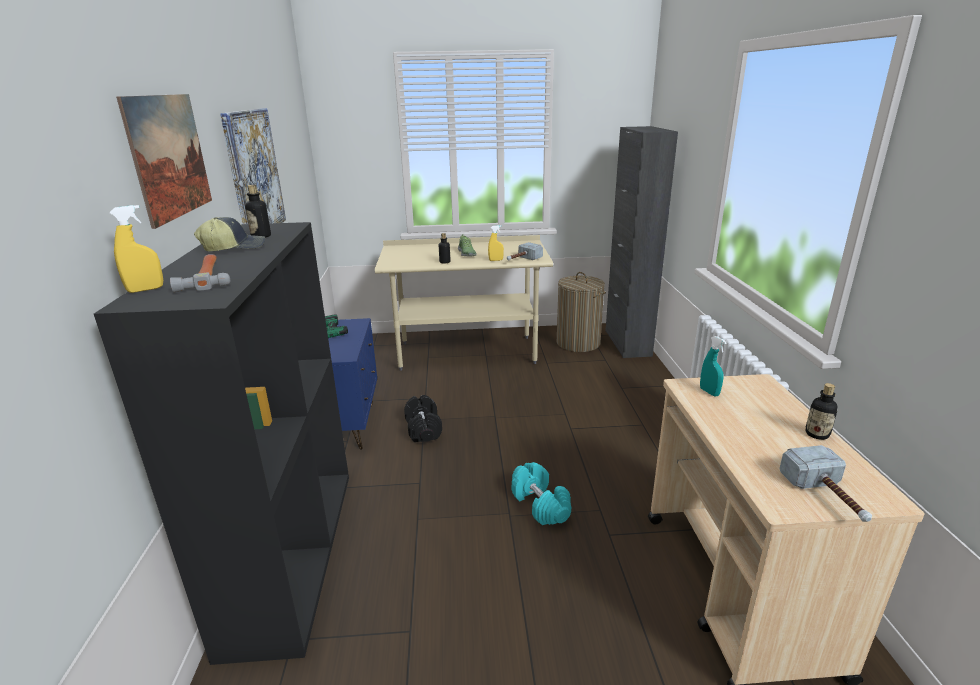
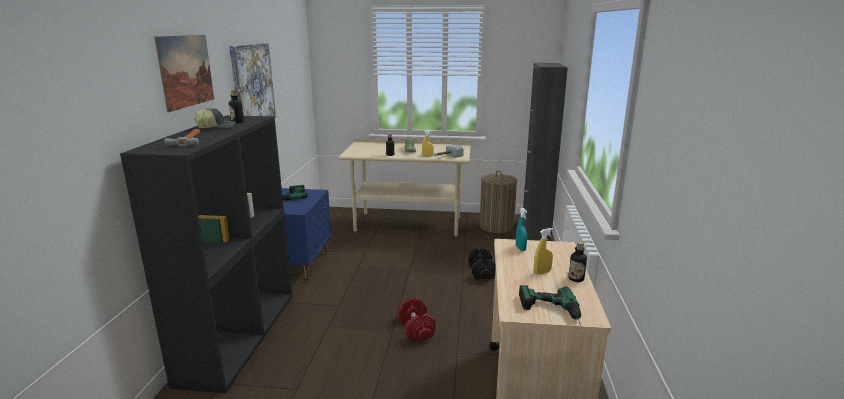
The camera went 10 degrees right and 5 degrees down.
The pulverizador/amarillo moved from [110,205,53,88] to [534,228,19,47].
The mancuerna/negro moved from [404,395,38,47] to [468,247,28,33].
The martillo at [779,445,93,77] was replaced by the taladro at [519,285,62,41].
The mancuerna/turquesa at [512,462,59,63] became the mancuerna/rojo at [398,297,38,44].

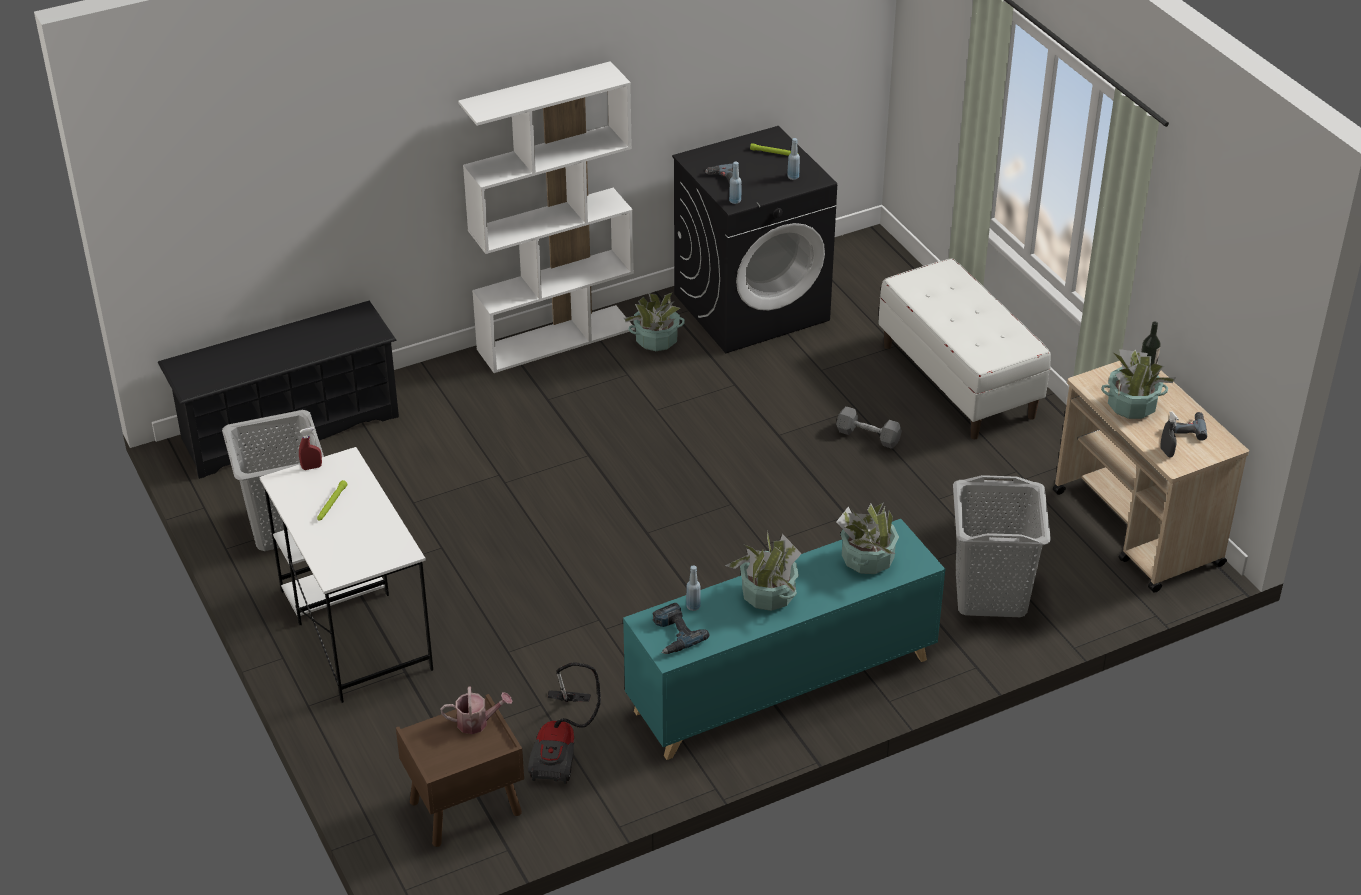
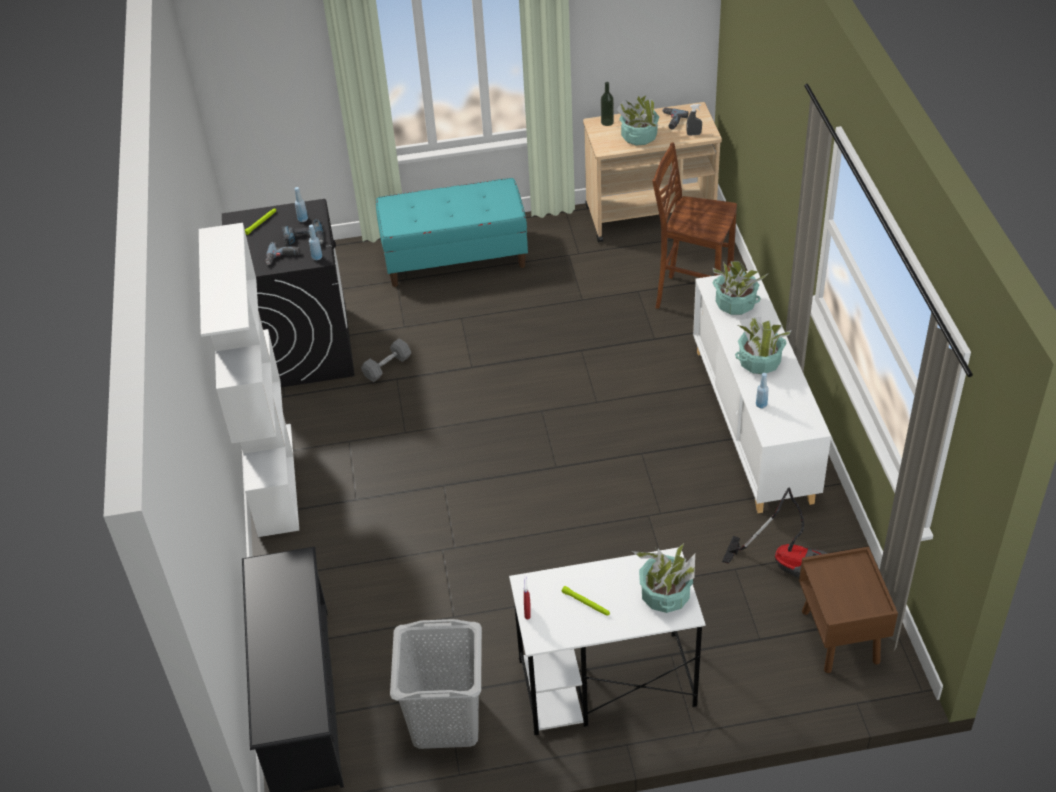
The camera went 70 degrees left and 5 degrees up.
The regadera at [441,686,72,48] disappeared.
The planta en maceta moved from [624,292,61,59] to [632,543,63,70].
The taladro moved from [652,603,58,51] to [282,219,42,27].
The mancuerna/gris moved from [836,406,66,43] to [361,339,50,43].
The cesto de la ropa/gris at [953,475,98,142] was replaced by the taburete/marrón at [652,143,85,166].
The armario/turquesa at [623,519,322,241] became the armario/blanco at [693,269,138,244].
The banco/blanco at [878,258,173,181] became the banco/turquesa at [376,178,152,109].

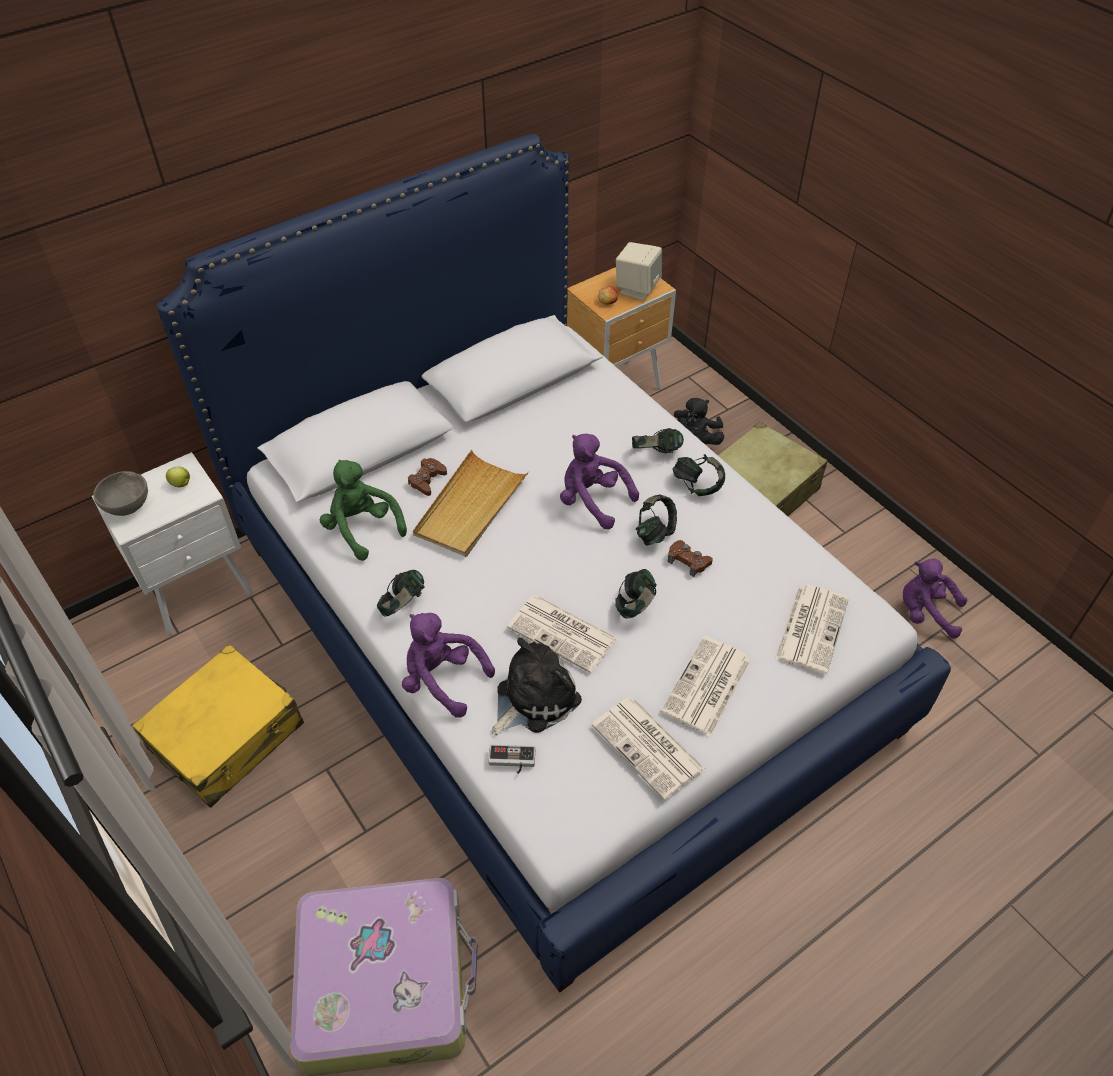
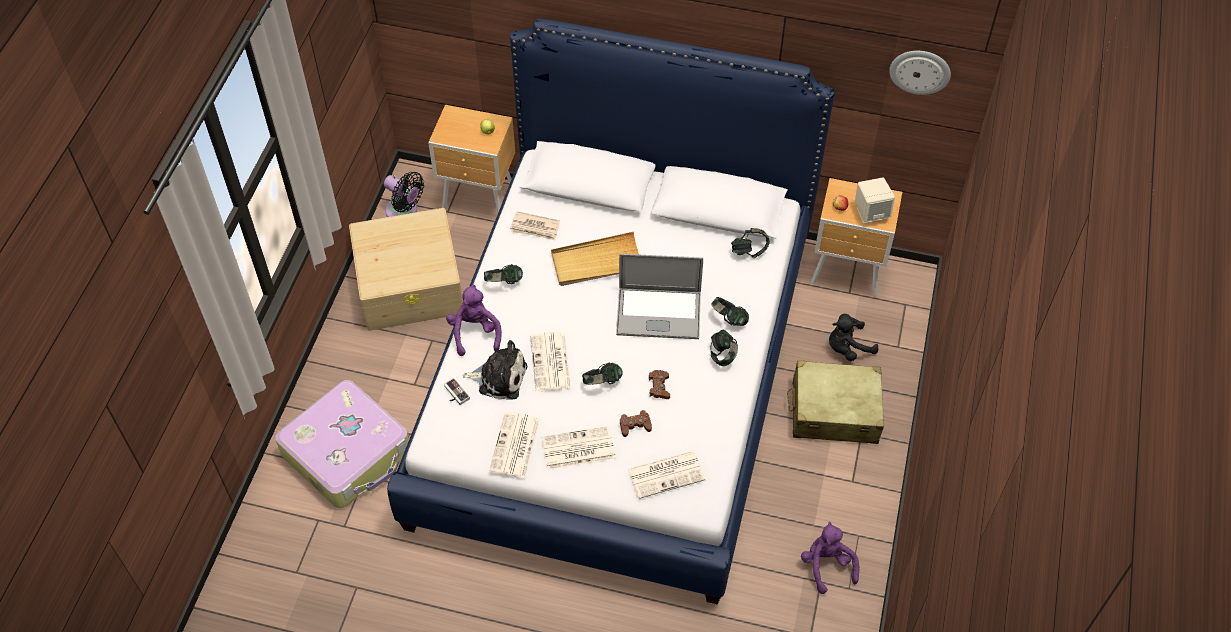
The camera went 50 degrees right and 5 degrees up.
The cuenco/gris at [93,471,55,45] disappeared.
The ventilador/negro at [384,172,40,45] appeared.
The reloj de pared at [889,51,62,44] appeared.
The mando de consola/marrón moved from [408,458,39,38] to [620,410,32,27].
The auriculares moved from [636,494,41,52] to [731,228,39,30].
The maleta/amarillo at [132,644,172,163] was replaced by the caja de almacenaje/beis at [349,208,114,123].
The peluche/verde at [320,460,87,101] was replaced by the periódico at [510,211,50,29].
The peluche/morado at [560,434,79,96] was replaced by the portátil at [616,254,87,85].
The mesita de noche/blanco at [92,452,161,183] became the mesita de noche/marrón at [428,105,87,108].

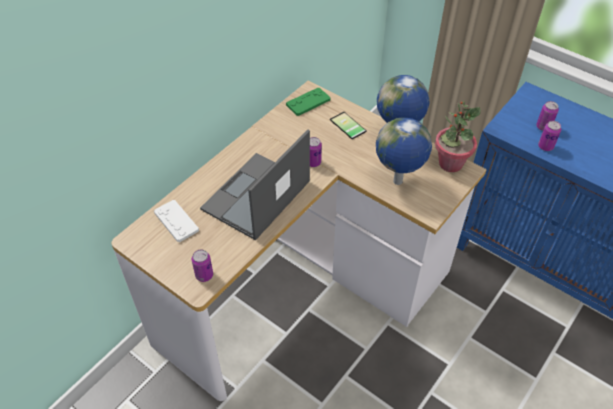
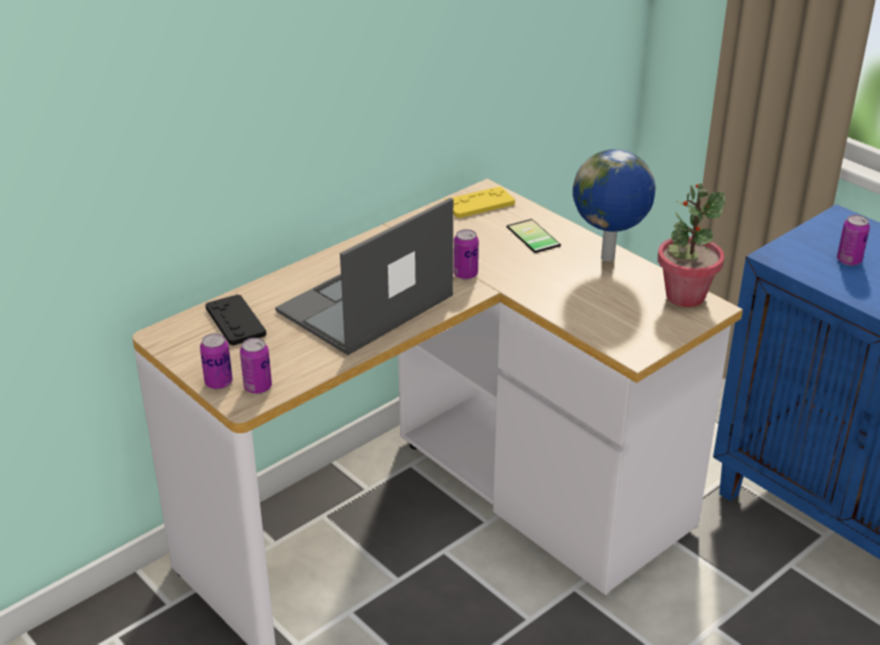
The camera went 10 degrees right and 15 degrees down.
The globo terráqueo at [376,117,56,68] disappeared.
The lata moved from [538,121,23,30] to [200,333,33,56].
The mando de consola/blanco at [154,200,45,43] became the mando de consola/negro at [205,294,61,52].
The mando de consola/verde at [286,88,44,28] became the mando de consola/amarillo at [444,187,71,31].

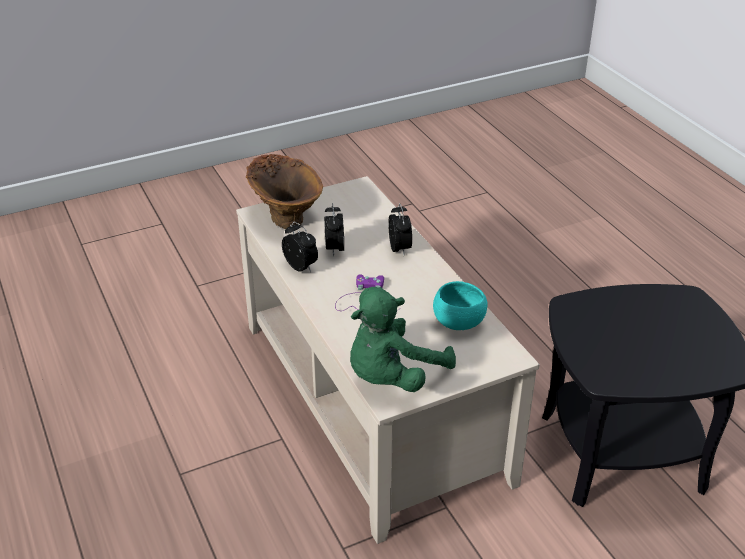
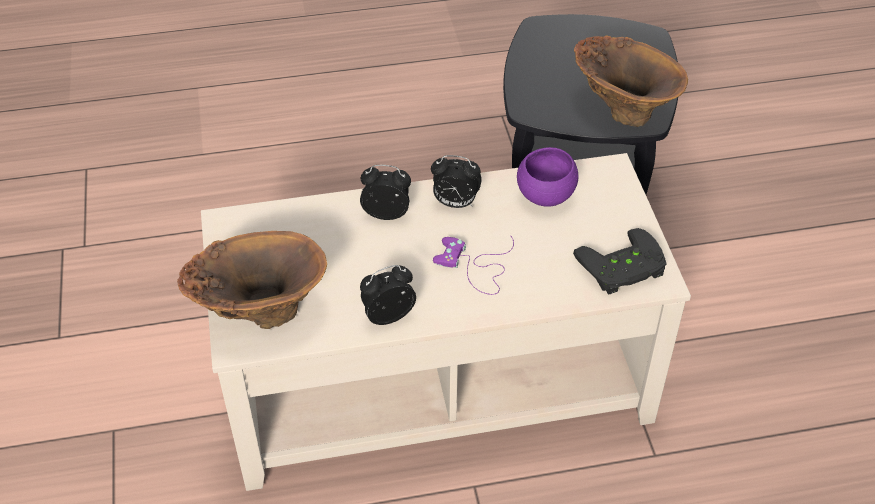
The camera went 75 degrees left and 10 degrees up.
The florero/marrón at [574,35,114,92] appeared.
The despertador moved from [324,203,20,54] to [431,155,51,53].
The peluche/verde at [350,287,106,105] was replaced by the mando de consola/negro at [573,228,94,67].
The cuenco/turquesa at [433,281,55,49] became the cuenco/morado at [517,147,61,60].

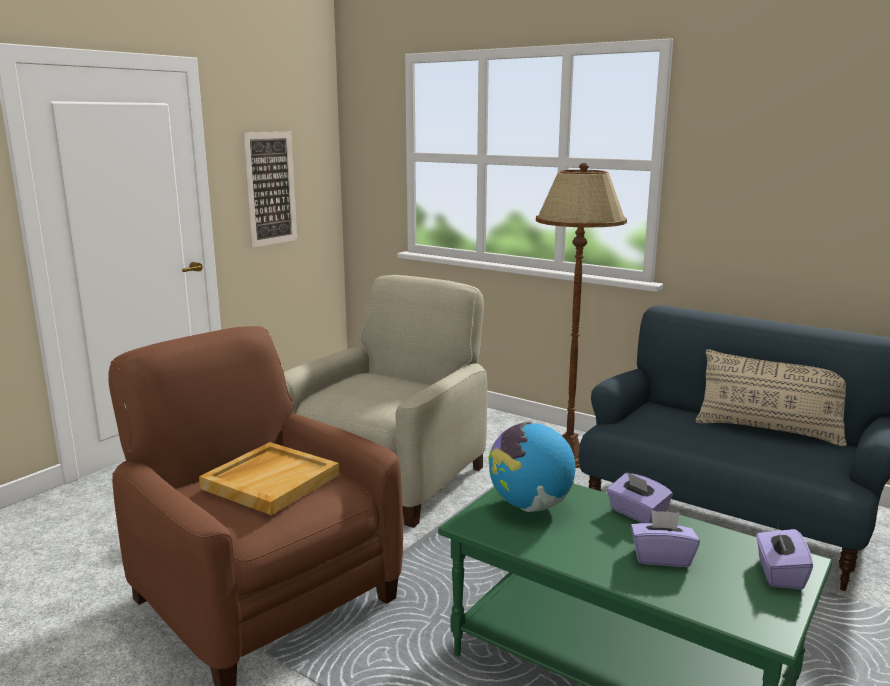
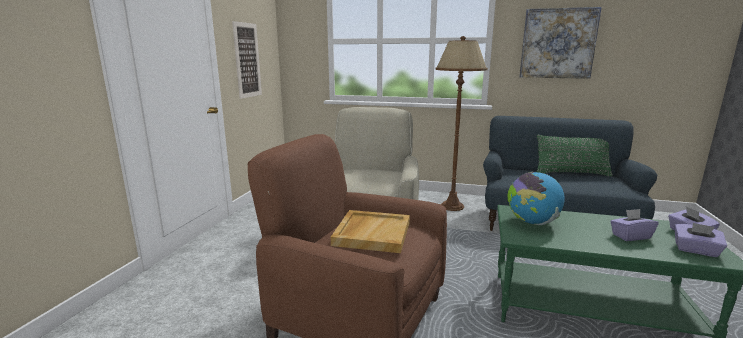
The camera went 20 degrees left and 0 degrees up.
The cuadro at [519,7,83,72] appeared.
The caja de pañuelos/morado moved from [607,472,66,51] to [674,223,53,34].
The cojín/beis at [695,349,152,97] became the cojín/verde at [536,135,76,41].

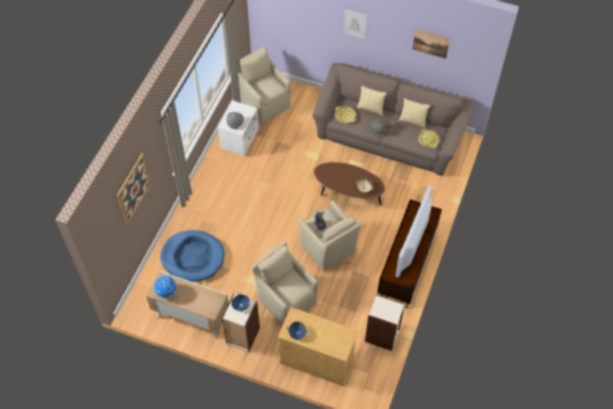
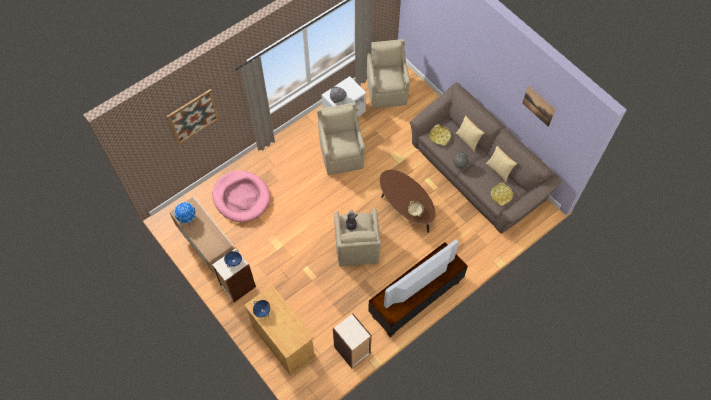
The camera went 30 degrees right and 5 degrees up.
The cuadro at [344,9,23,30] disappeared.
The sillón/beis moved from [252,242,66,82] to [317,102,48,73].
The cama para perro/azul at [160,230,64,52] became the cama para perro/rosa at [212,170,58,52].

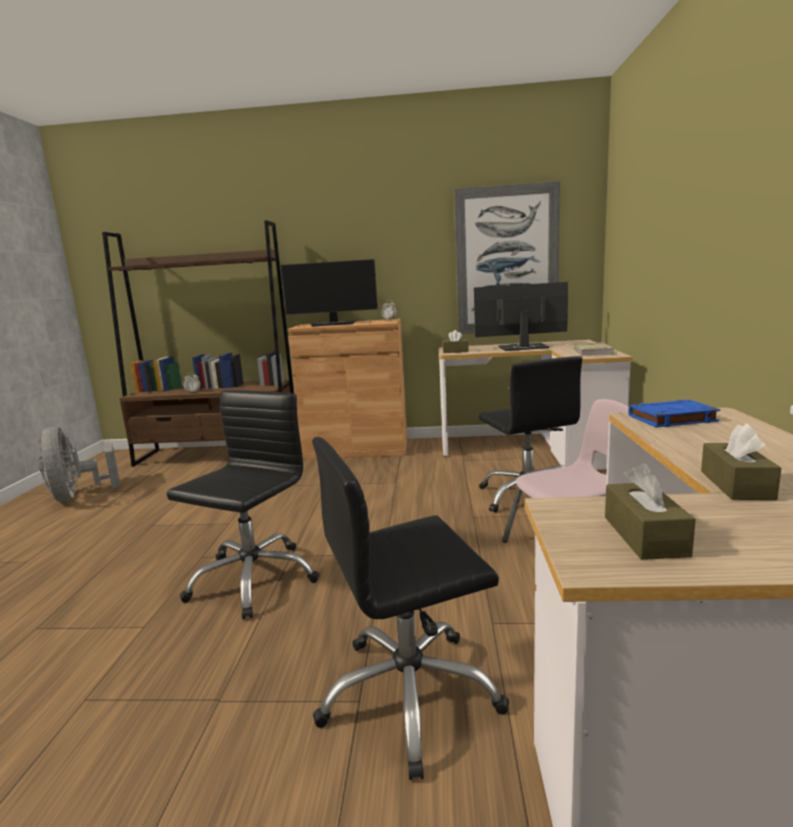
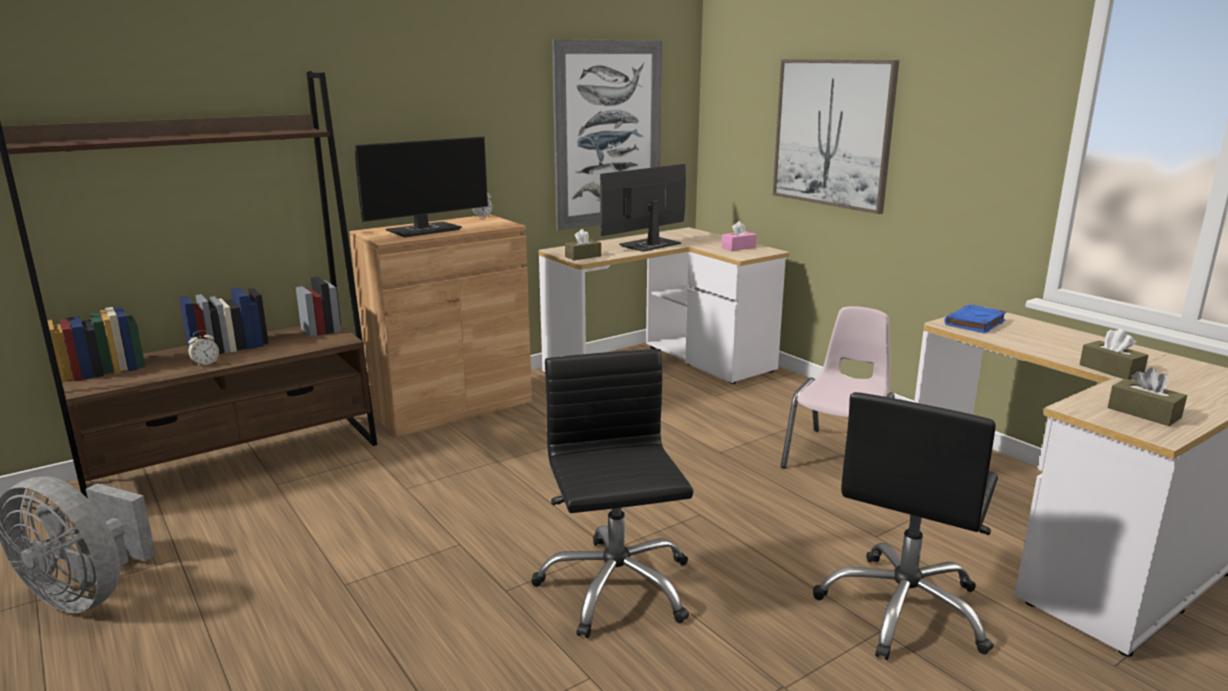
The camera went 40 degrees left and 5 degrees up.
The silla de oficina/negro at [478,356,104,157] disappeared.
The cuadro at [773,59,126,155] appeared.
The libro at [573,342,41,14] was replaced by the caja de pañuelos/rosa at [722,221,35,30].

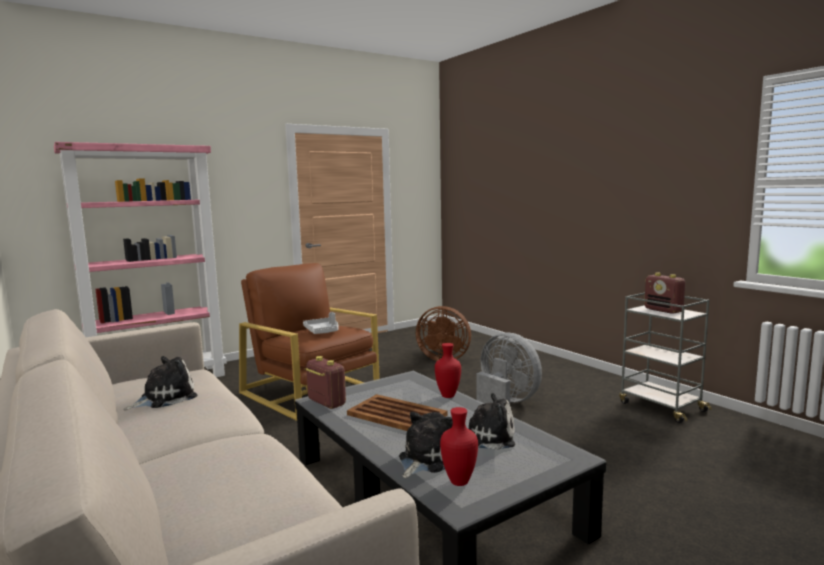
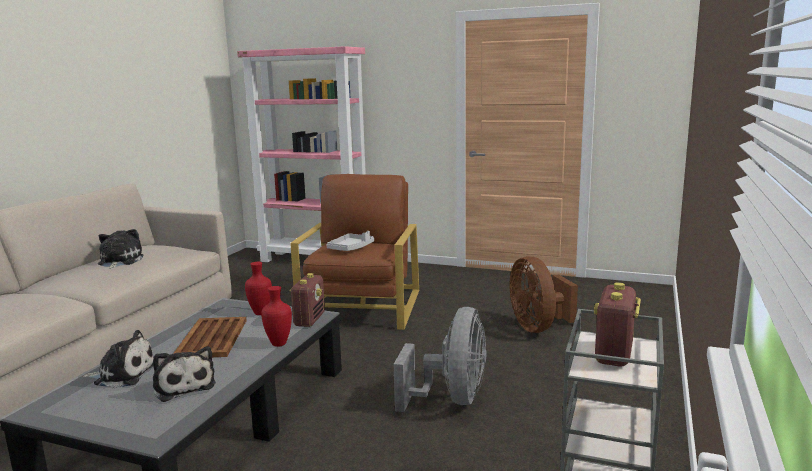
The camera went 55 degrees right and 5 degrees up.
The radio moved from [304,356,42,53] to [290,273,35,54].
The florero/rojo moved from [440,407,38,79] to [245,262,27,53].
The peluche at [124,356,73,55] turned 105 degrees counterclockwise.

